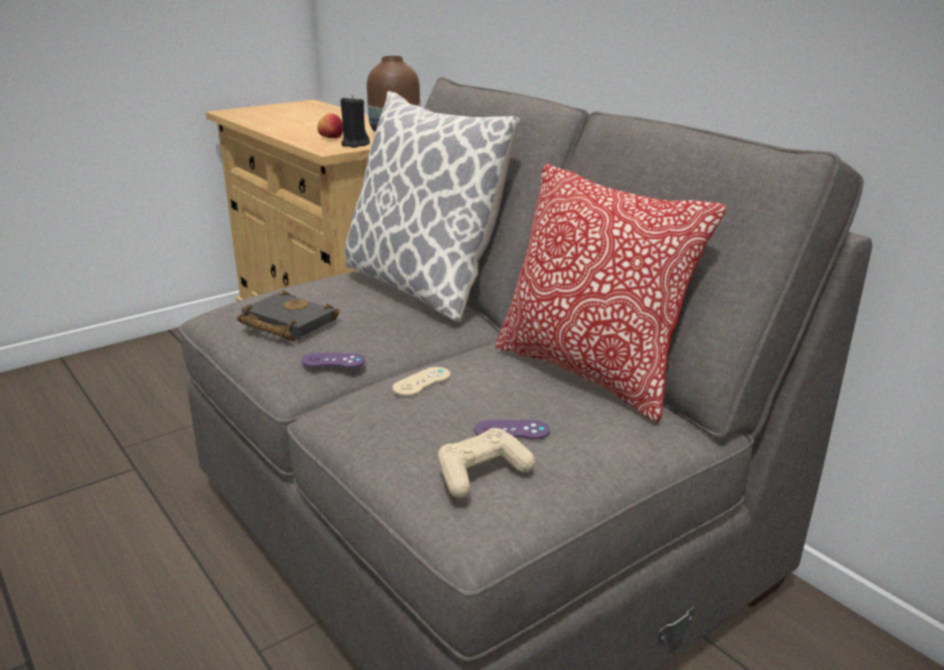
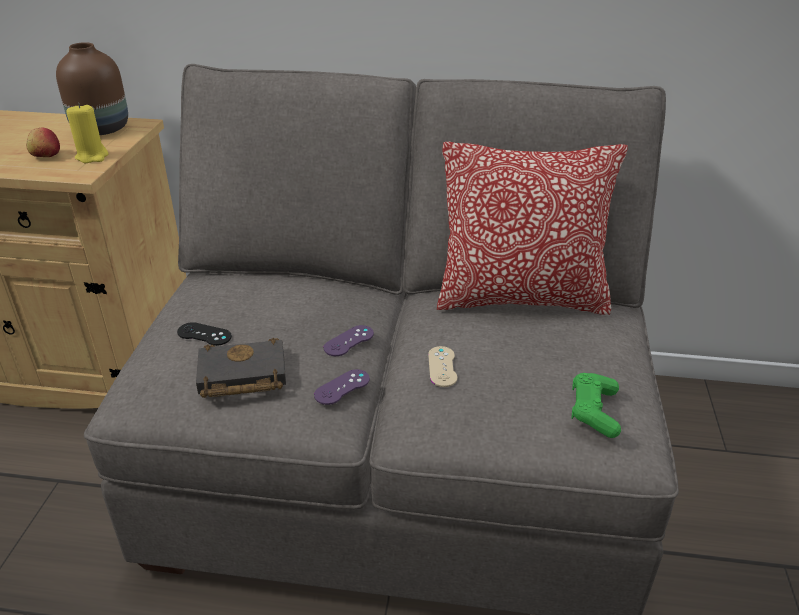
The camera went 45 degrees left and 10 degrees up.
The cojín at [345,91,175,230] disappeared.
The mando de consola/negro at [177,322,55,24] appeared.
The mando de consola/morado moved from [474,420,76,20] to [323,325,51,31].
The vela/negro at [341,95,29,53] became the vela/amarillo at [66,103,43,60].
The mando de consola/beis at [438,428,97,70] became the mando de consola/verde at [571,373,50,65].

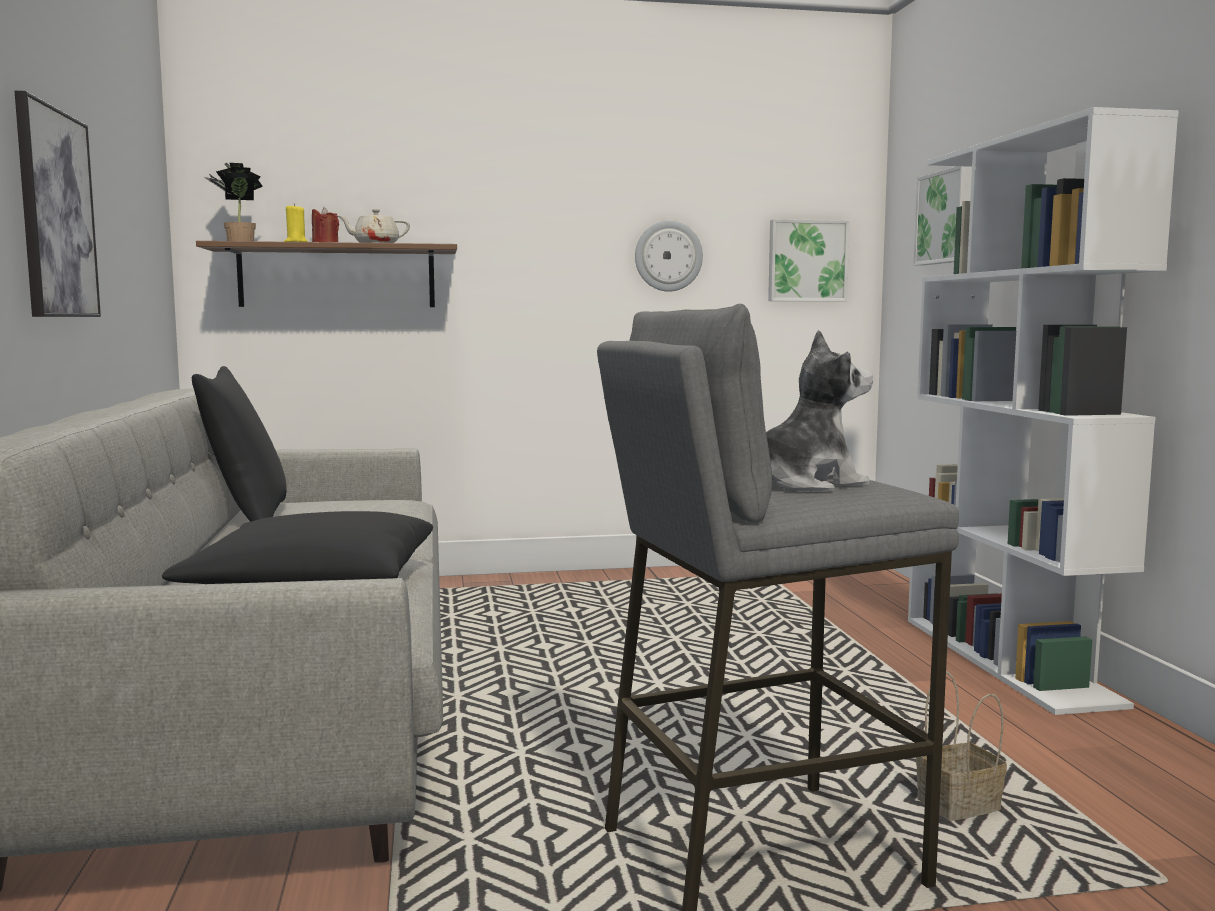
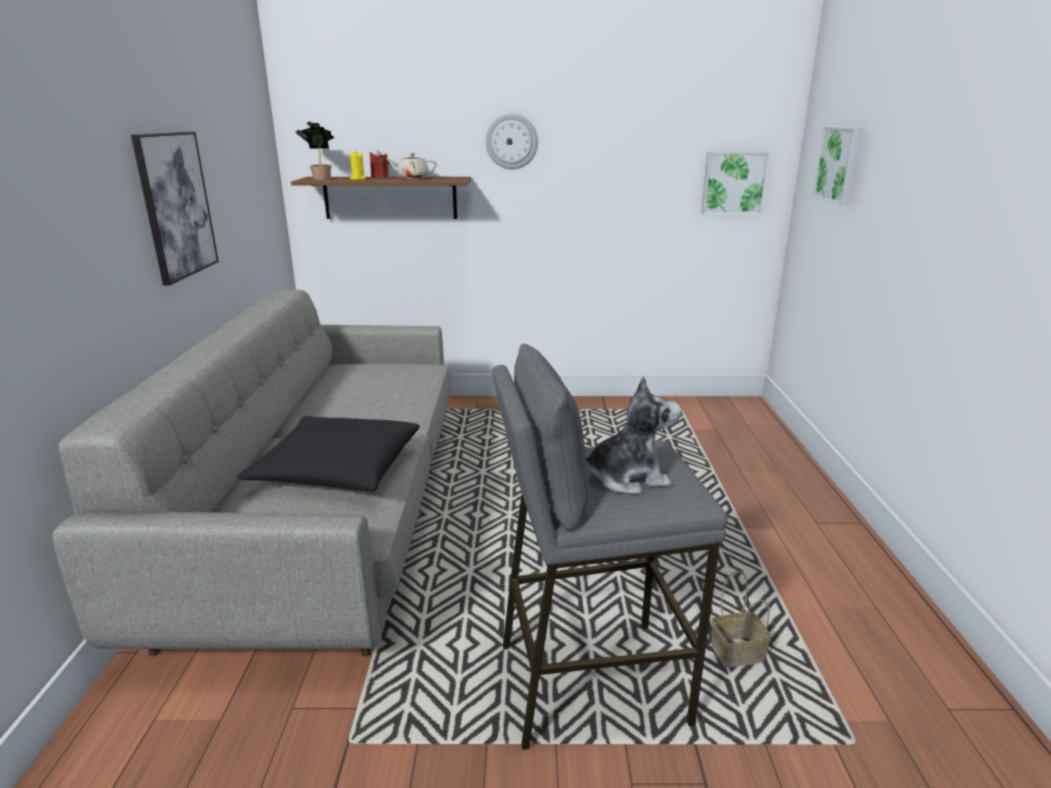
The camera went 10 degrees right and 15 degrees up.
The cojín/negro at [192,366,95,156] disappeared.
The estantería/blanco at [908,107,271,608] disappeared.
The reloj de pared moved from [635,220,68,72] to [486,113,52,56].

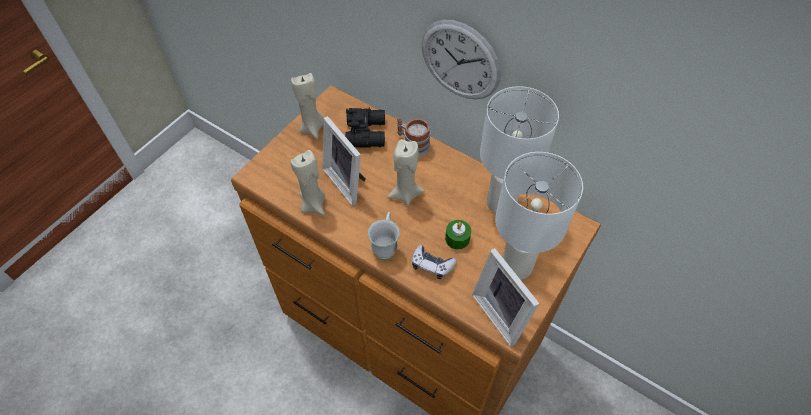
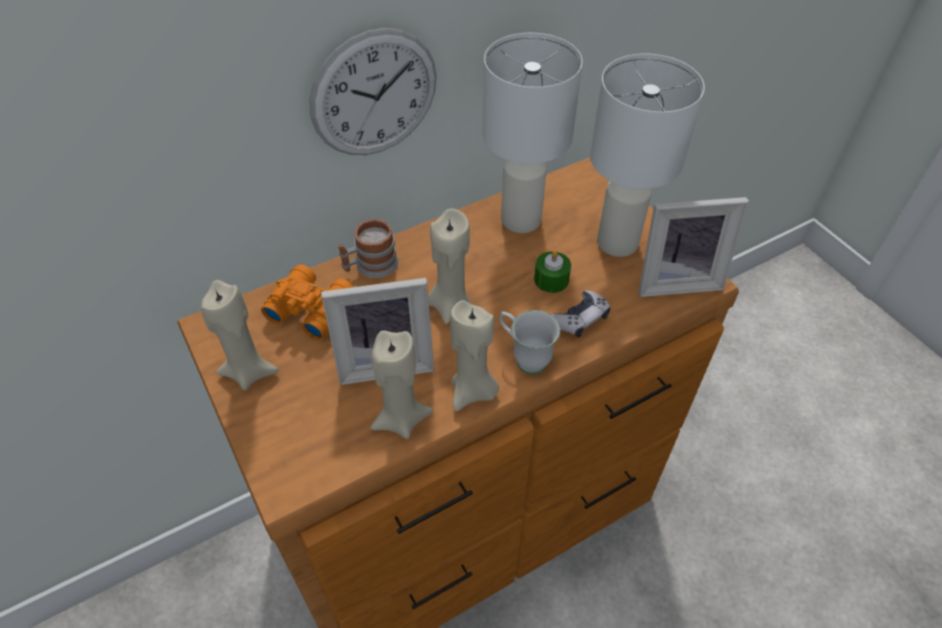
The camera went 65 degrees left and 5 degrees down.
The vela/beis at [450,300,49,111] appeared.
The prismáticos/negro at [345,108,40,40] became the prismáticos/naranja at [261,264,93,76].

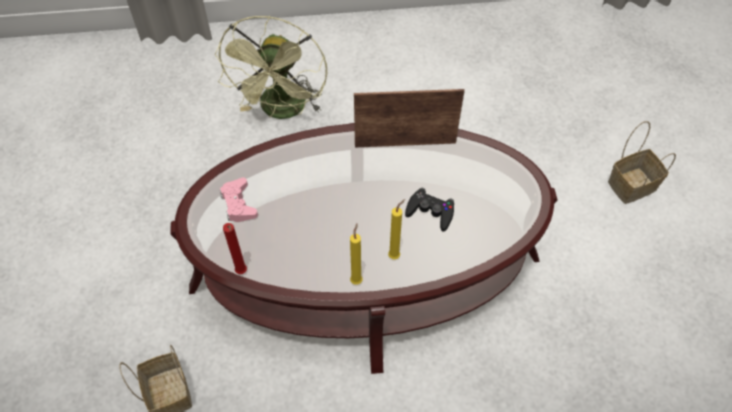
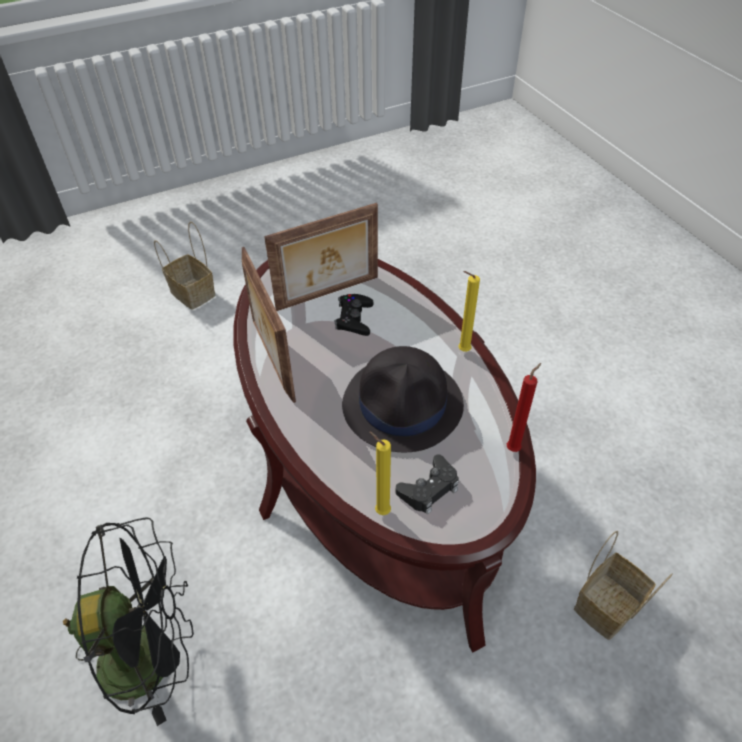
The camera went 110 degrees left and 10 degrees down.
The portarretratos at [264,203,114,108] appeared.
The sombrero/negro at [342,346,122,106] appeared.
The vela/amarillo moved from [388,199,17,60] to [369,432,22,83].
The ventilador/verde at [215,16,112,103] became the ventilador/negro at [63,518,131,208].
The mando de consola/rosa at [220,178,38,44] became the mando de consola/negro at [396,454,63,60].

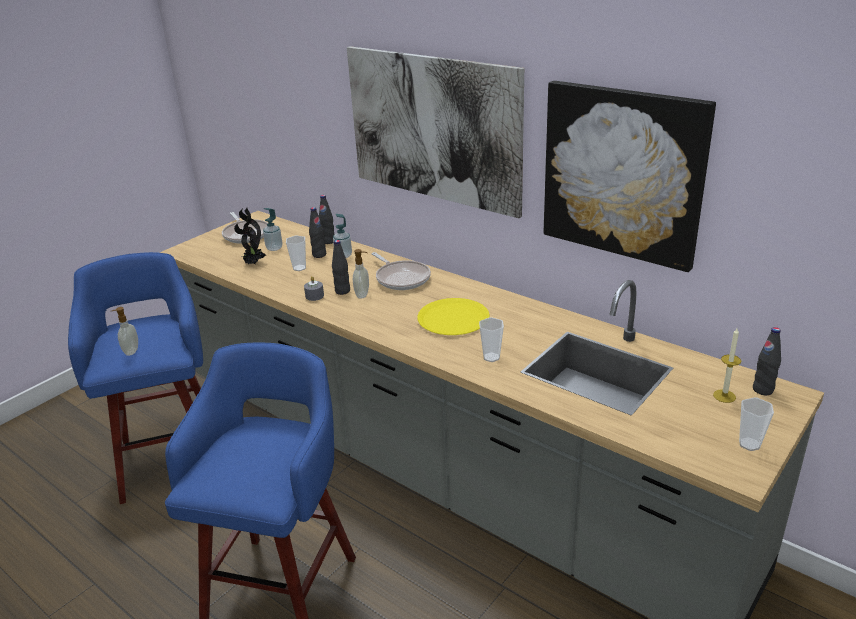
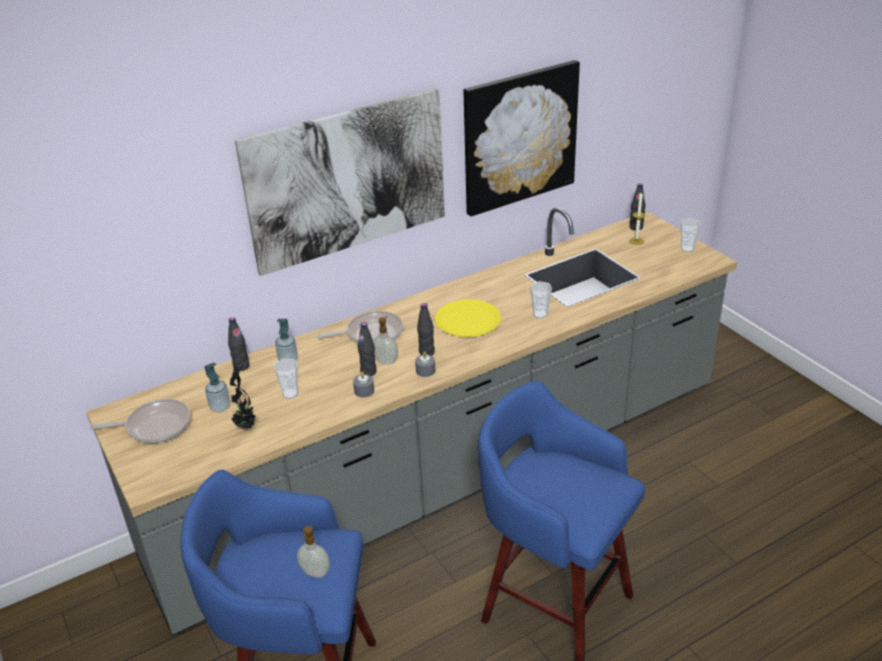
The camera went 70 degrees left and 5 degrees up.
The vela/gris at [415,352,20,25] appeared.
The botella/negro moved from [309,207,17,51] to [417,303,18,53].

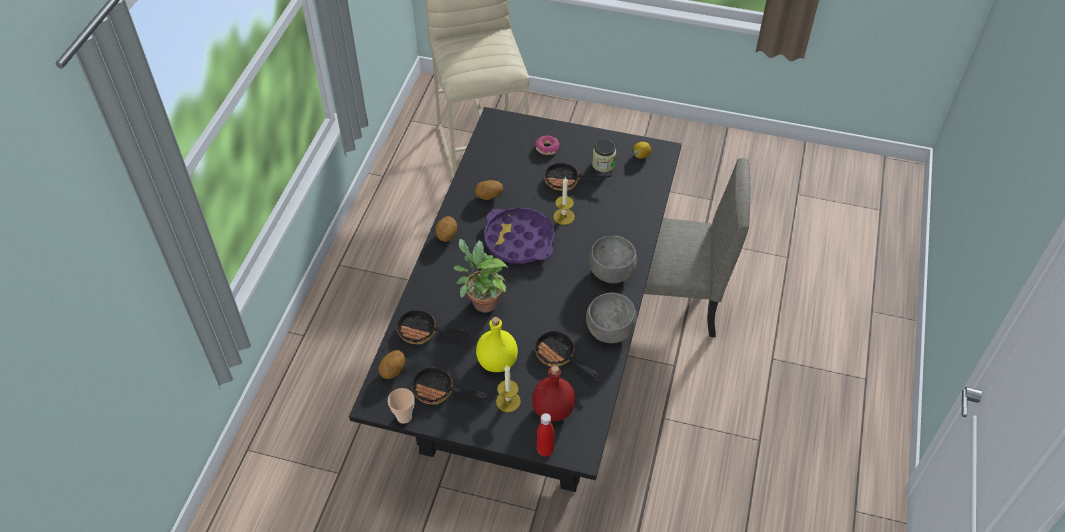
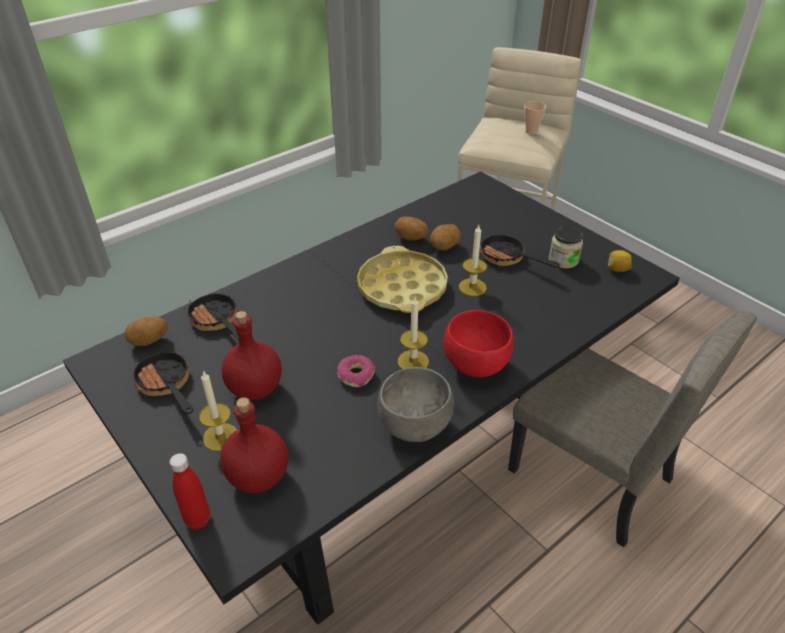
The camera went 35 degrees right and 10 degrees down.
The planta en maceta at [454,239,54,74] disappeared.
The sartén at [534,331,64,47] disappeared.
The vela at [398,297,31,72] appeared.
The taza moved from [388,388,27,36] to [524,101,22,34].
The patata moved from [436,216,21,26] to [430,224,31,27].
The rosquilla moved from [535,135,24,20] to [337,355,39,32].
The botella/amarillo at [476,317,42,55] became the botella/rojo at [221,311,61,89].
The bandeja/morado at [484,207,71,57] became the bandeja/amarillo at [357,246,91,67].
The cuenco/gris at [589,236,48,47] became the cuenco/rojo at [443,310,71,67].

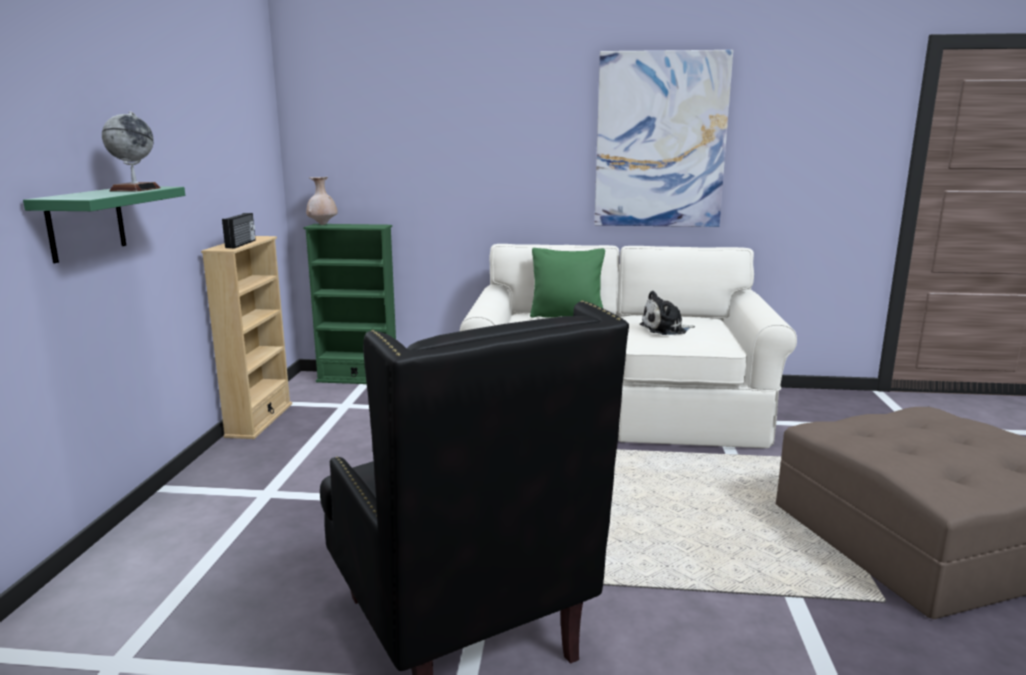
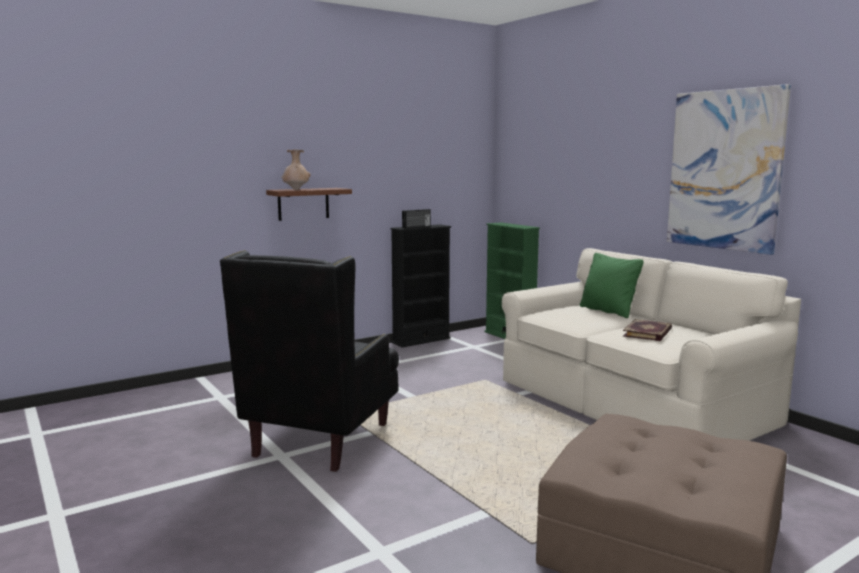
The camera went 50 degrees right and 5 degrees down.
The globo terráqueo at [102,111,59,81] disappeared.
The florero/beis moved from [306,177,32,48] to [281,150,30,40].
The peluche at [639,291,56,44] was replaced by the libro at [623,319,49,22].
The estante/verde at [23,187,162,76] became the estante/marrón at [266,188,86,33].
The estantería/beis at [201,236,91,203] became the estantería/negro at [391,224,60,123].

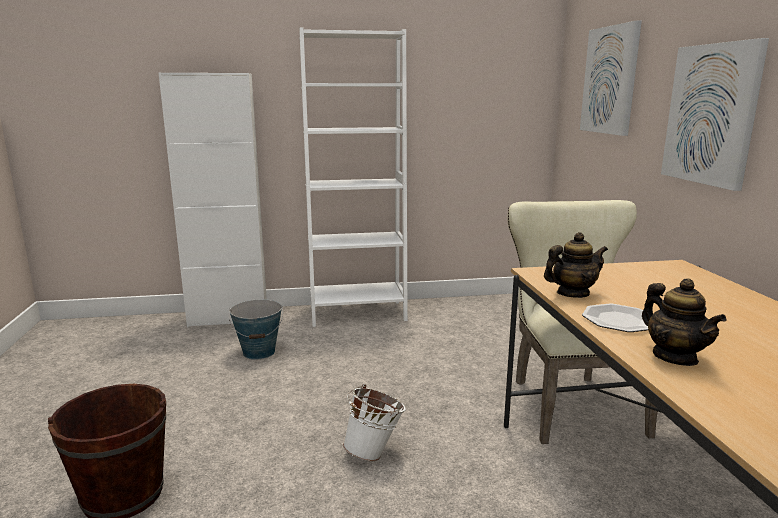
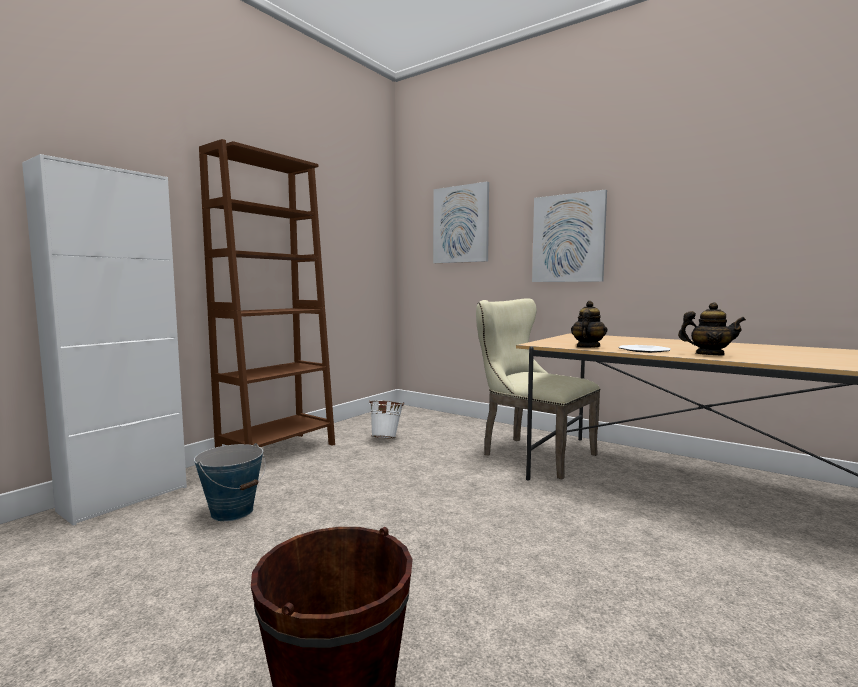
The camera went 45 degrees left and 10 degrees down.
The cubo/blanco moved from [343,384,63,77] to [368,400,36,39].
The estantería/blanco at [299,28,108,299] became the estantería/marrón at [199,139,136,309].

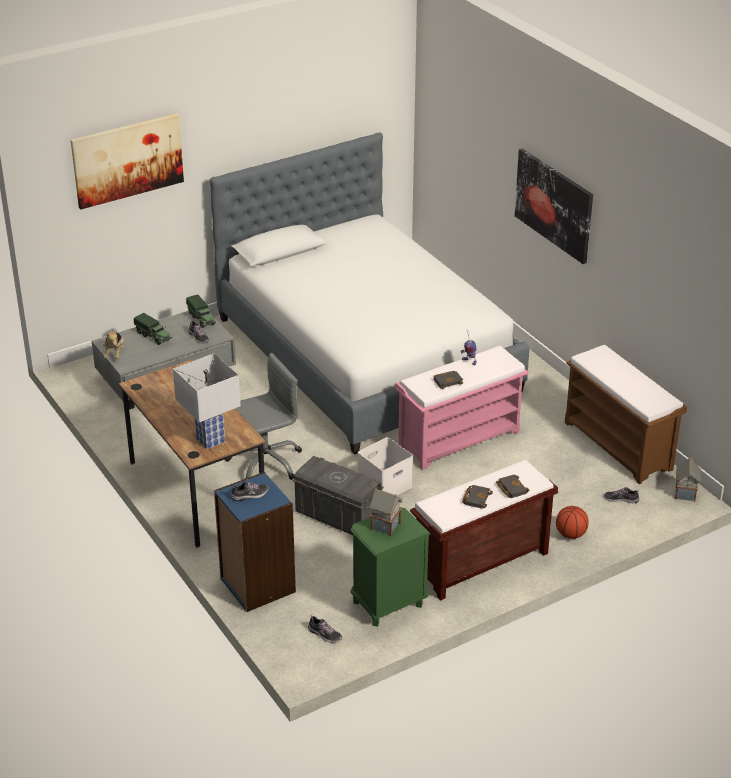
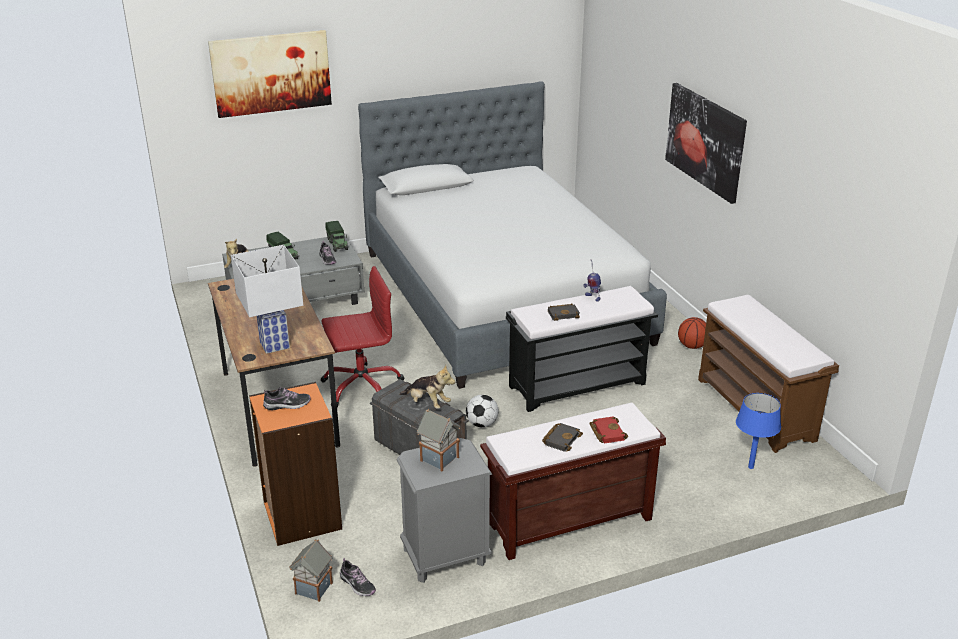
The camera went 10 degrees right and 5 degrees down.
The peluche at [399,365,56,44] appeared.
The balón de baloncesto moved from [556,506,33,33] to [678,317,28,32].
The casita moved from [674,458,27,44] to [289,540,44,62].
The caja de almacenaje/blanco at [358,437,55,58] was replaced by the balón de fútbol at [466,395,33,32].
The zapato at [604,487,35,16] was replaced by the lámpara de mesa/azul at [736,393,45,76].
The estantería/azul at [214,472,82,140] became the estantería/naranja at [249,382,93,164].
The silla de oficina/gris at [225,353,77,127] became the silla de oficina/rojo at [320,266,84,141].
The mesita de noche/verde at [351,507,79,120] became the mesita de noche/gris at [397,438,95,145].
The banco/rosa at [395,346,134,124] became the banco/negro at [506,286,152,126].
The libro/negro at [496,475,33,23] became the libro/rojo at [589,416,39,28].

